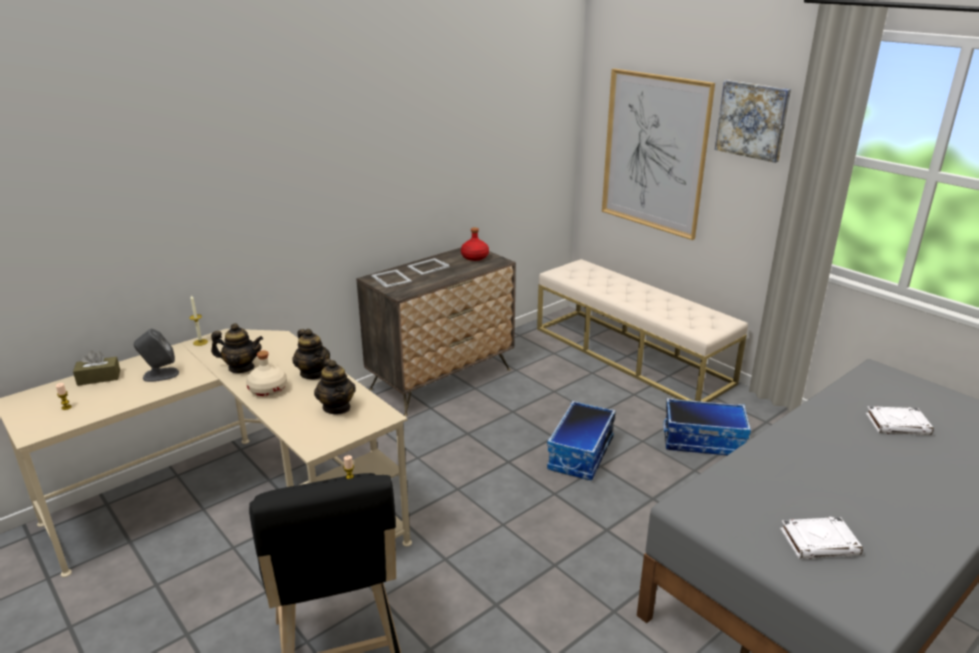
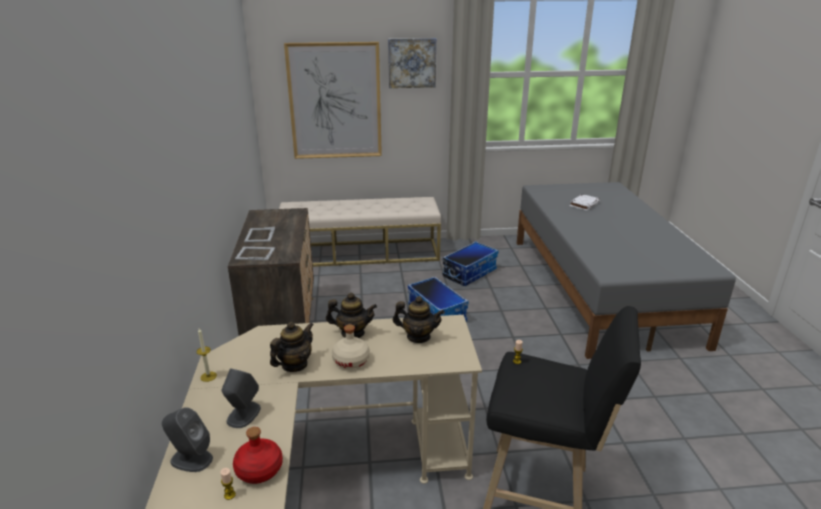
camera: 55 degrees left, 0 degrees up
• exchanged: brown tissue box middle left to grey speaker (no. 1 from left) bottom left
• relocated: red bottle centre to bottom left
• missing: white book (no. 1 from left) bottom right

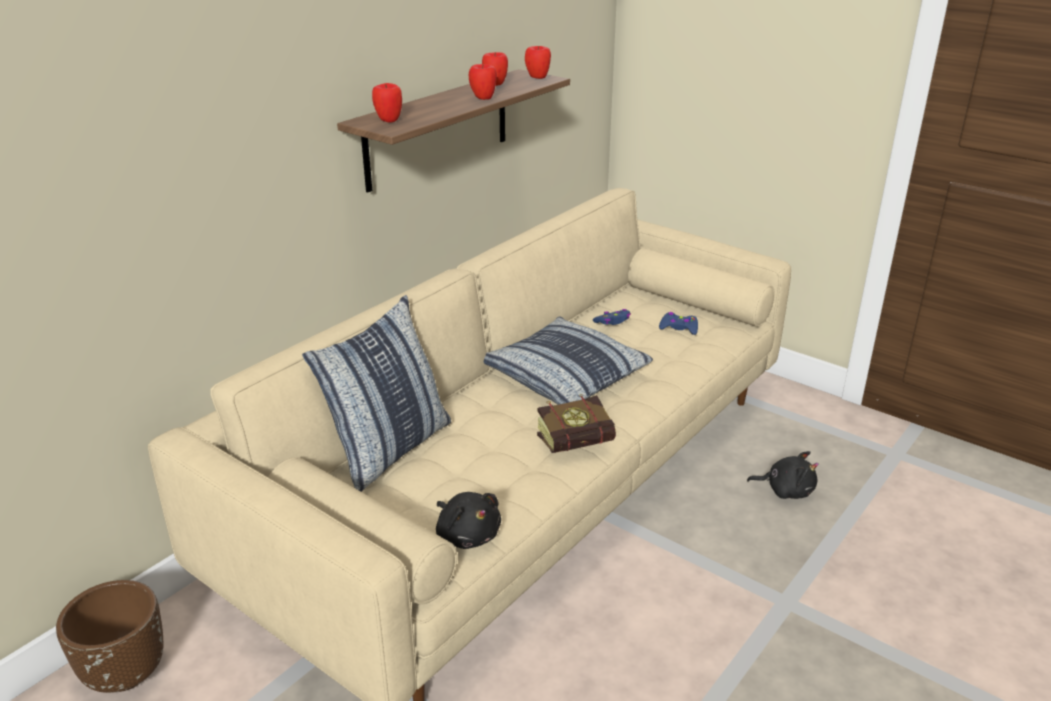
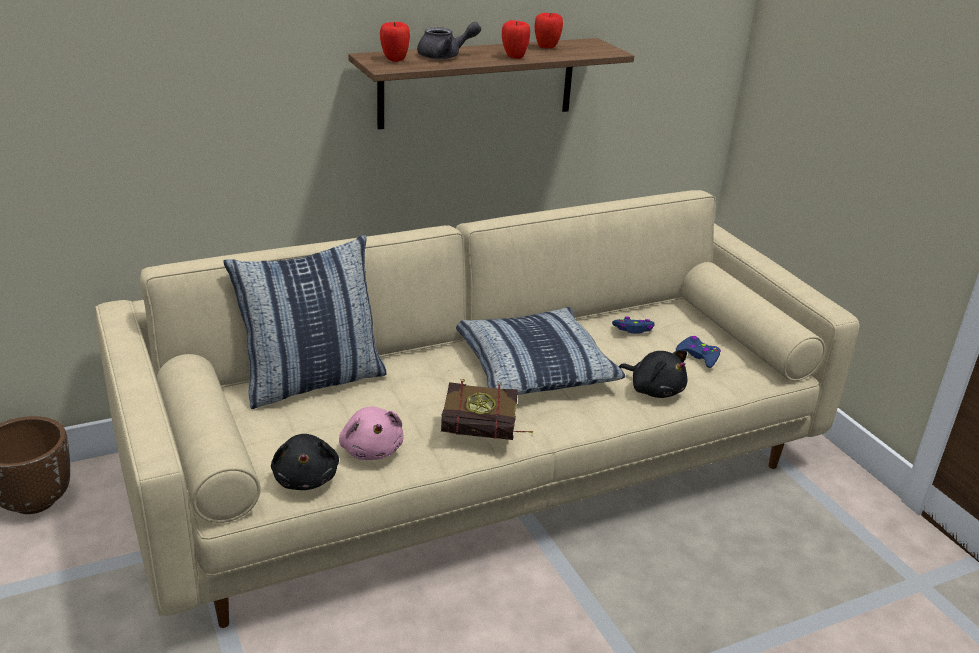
camera: 25 degrees right, 0 degrees up
• appeared: pink plush toy centre
• appeared: grey teapot top centre
• relocated: black plush toy (no. 2 from left) bottom right to middle right
• missing: apple (no. 4 from left) top centre

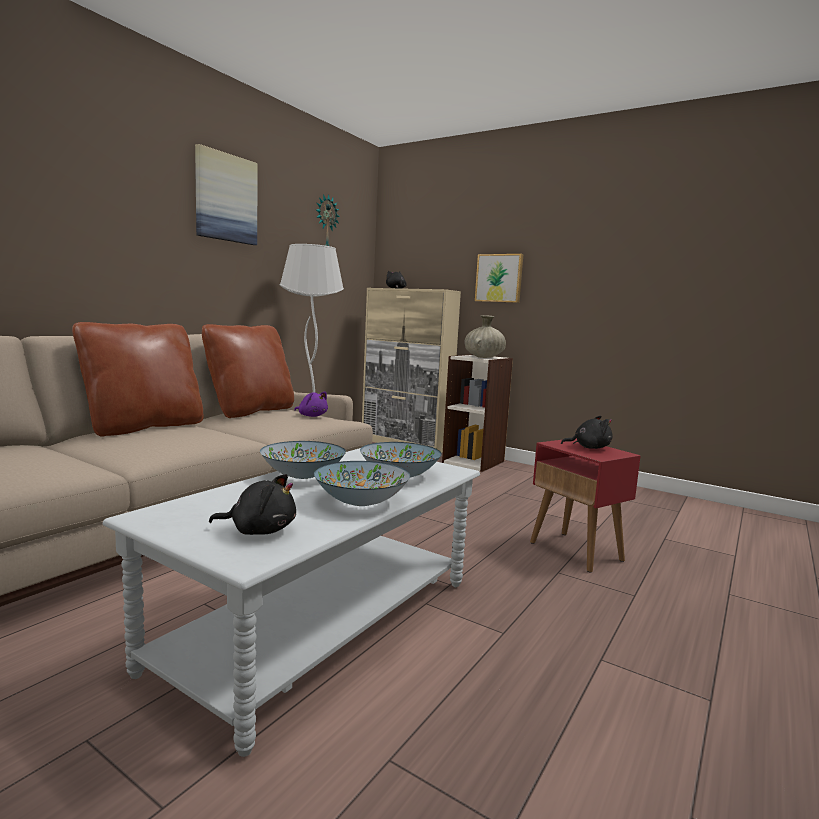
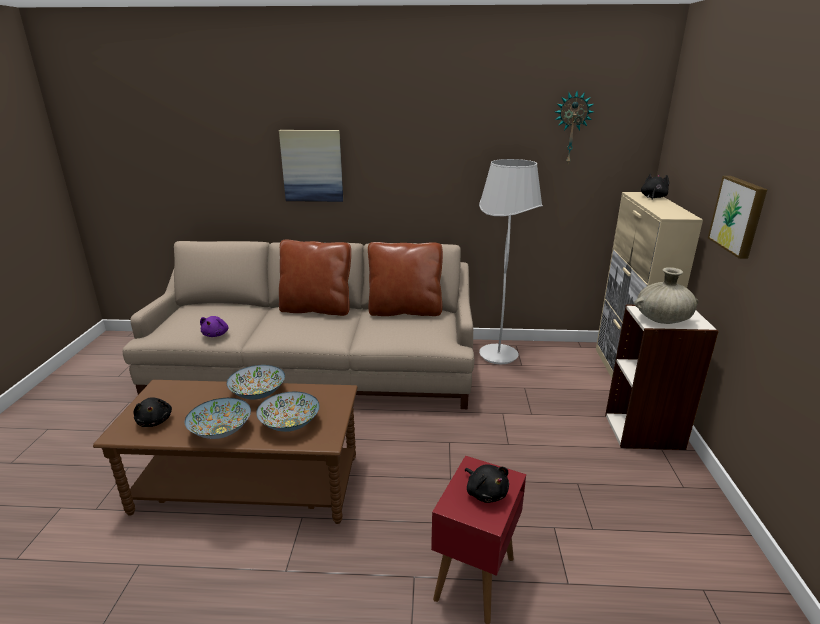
camera: 60 degrees right, 15 degrees up
• colour: grey coffee table bottom centre to brown coffee table bottom left
• relocated: purple plush toy centre to middle left
• relocated: picture (no. 1 from left) top left to top centre

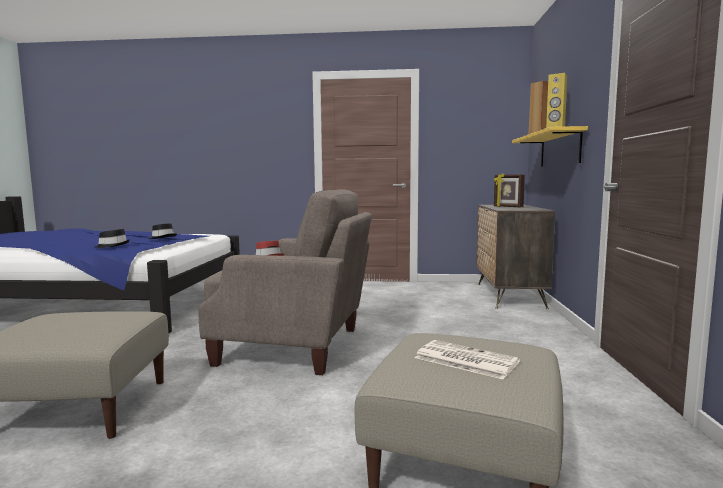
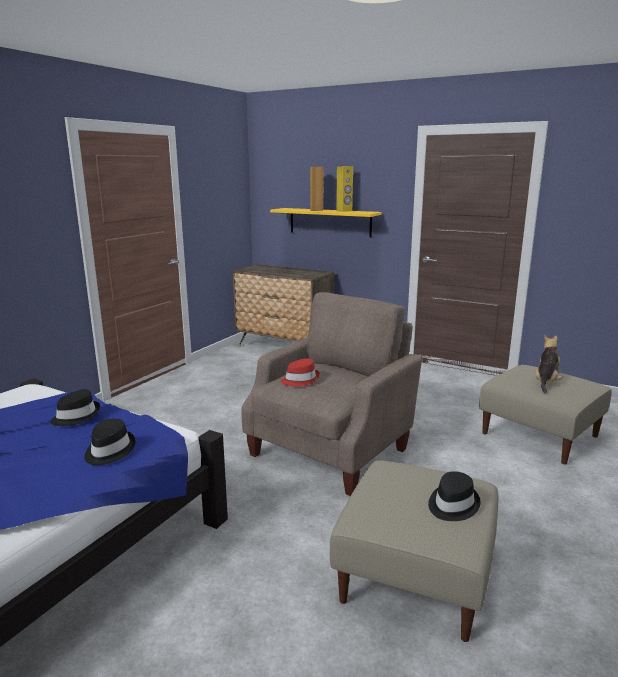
camera: 65 degrees left, 10 degrees up
• appeared: black hat (no. 3 from left) bottom right
• exchanged: newspaper bottom centre to plush toy middle right
• missing: picture frame middle right

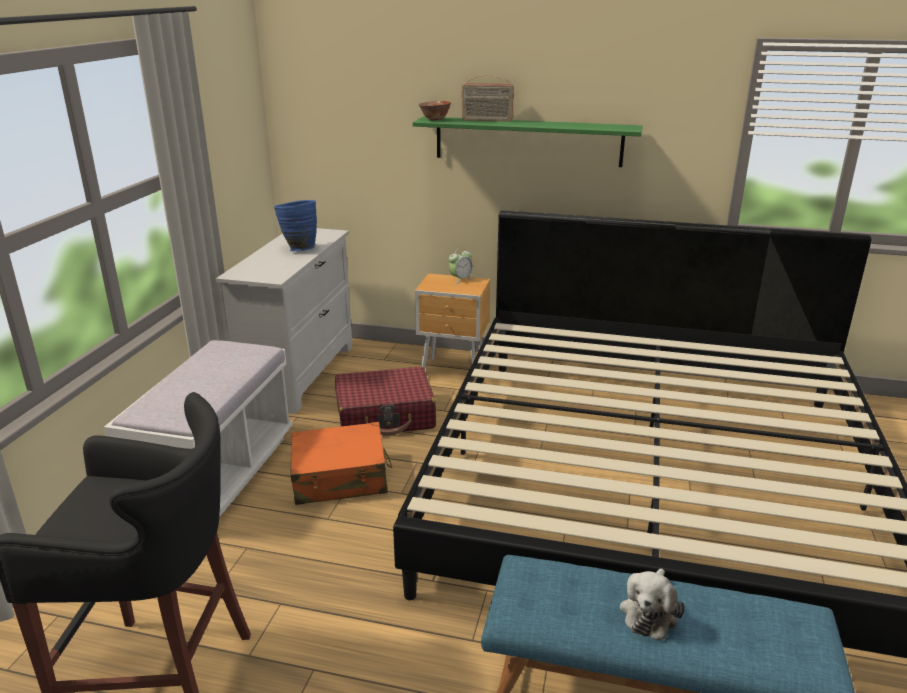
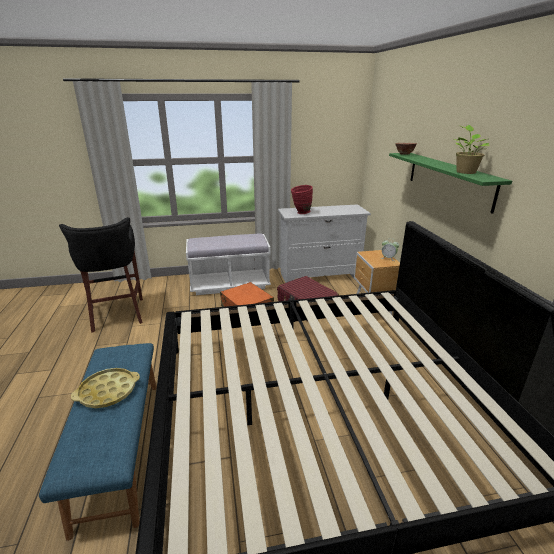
camera: 65 degrees right, 0 degrees up
• exchanged: plush toy bottom right to yellow tray bottom left
• appeared: red vase centre
• appeared: potted plant top right
• missing: blue vase top left
• missing: radio top centre

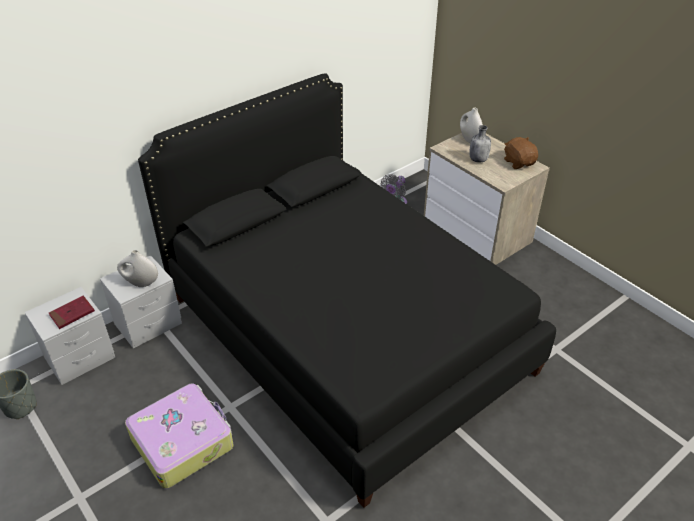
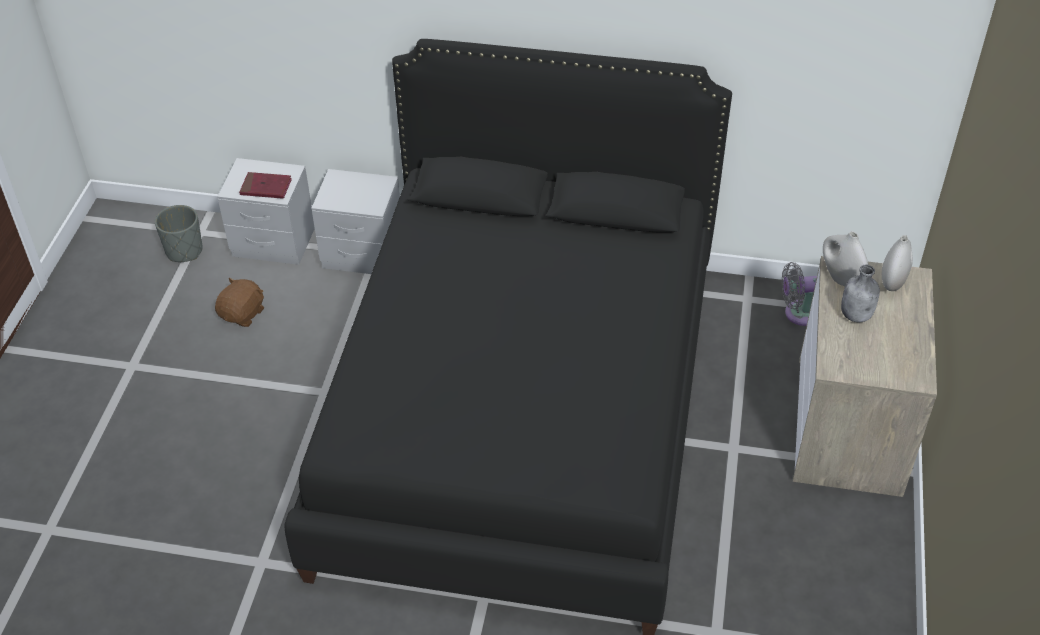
camera: 50 degrees right, 5 degrees up
• relocated: brown plush toy top right to middle left
• relocated: white vase (no. 1 from left) middle left to middle right
• missing: suitcase bottom left

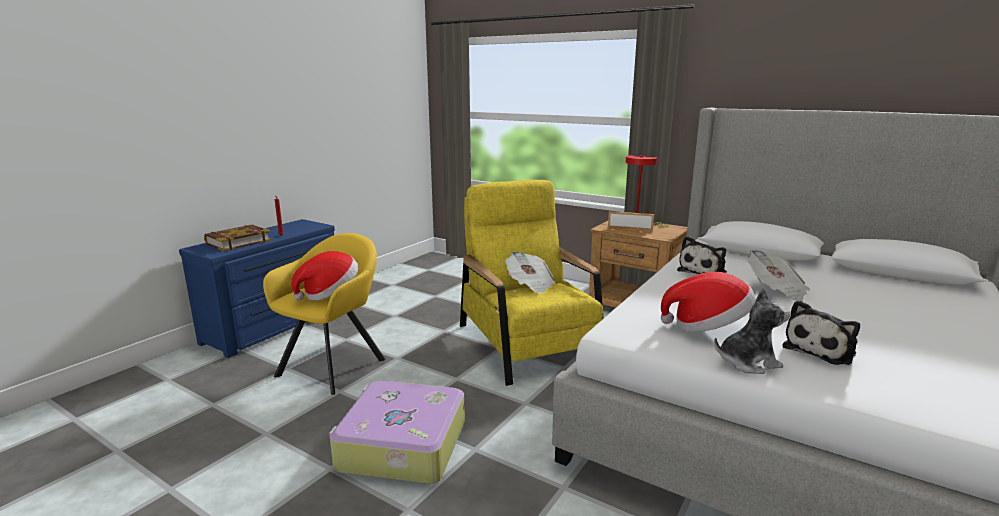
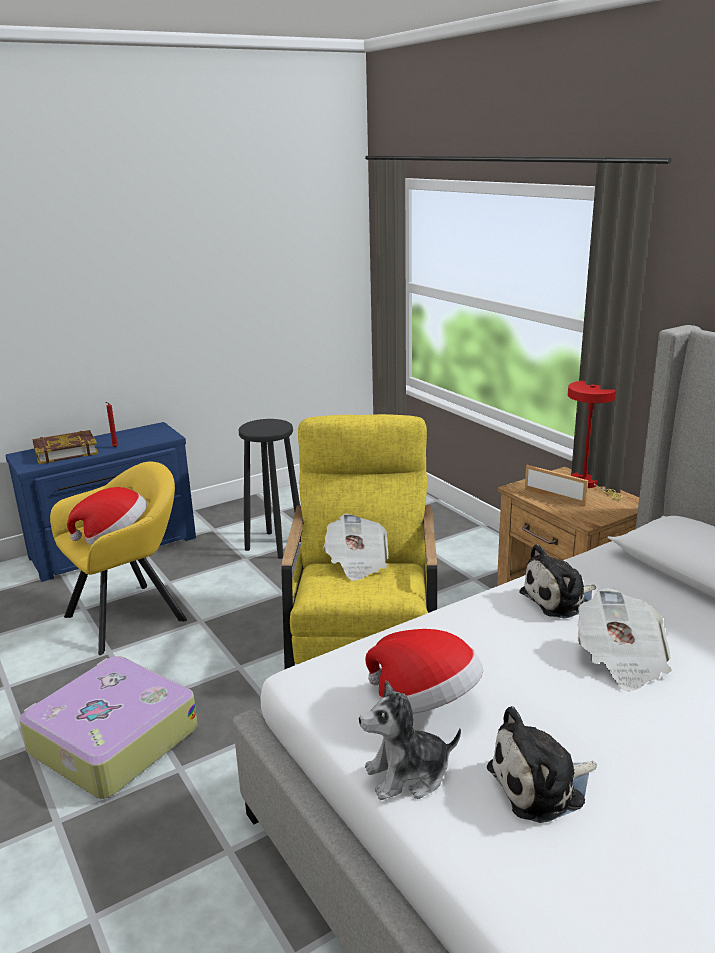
camera: 25 degrees right, 5 degrees up
• appeared: black stool centre
• spun: plush toy (no. 2 from left in the first image) middle right = bottom centre 150 degrees clockwise

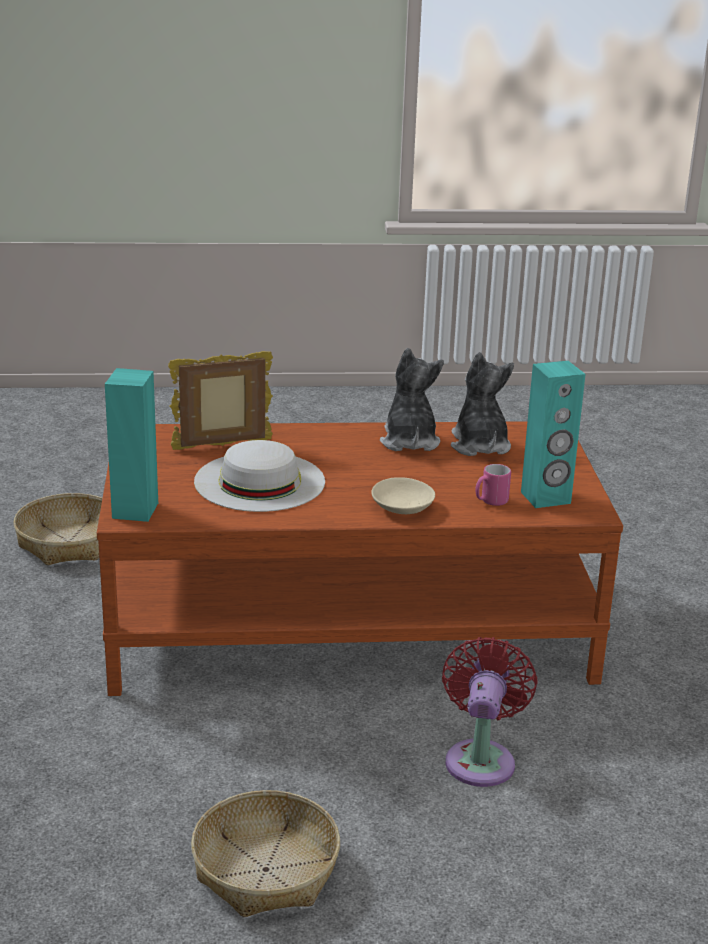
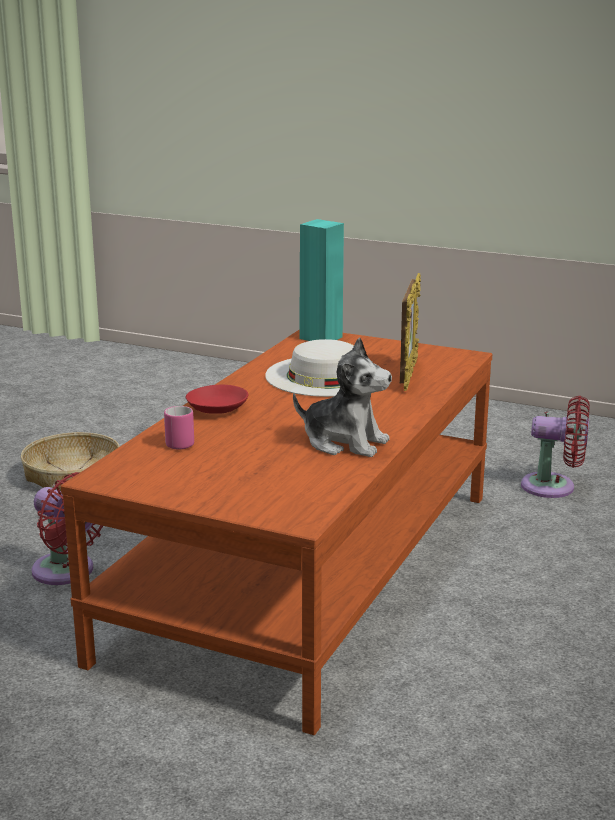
camera: 120 degrees right, 5 degrees down
• colour: beige bowl centre to red bowl centre
• exchanged: basket (no. 1 from left) middle left to red fan (no. 2 from left) middle right
• missing: plush toy (no. 2 from left) middle right
• missing: turquoise speaker (no. 2 from left) middle right

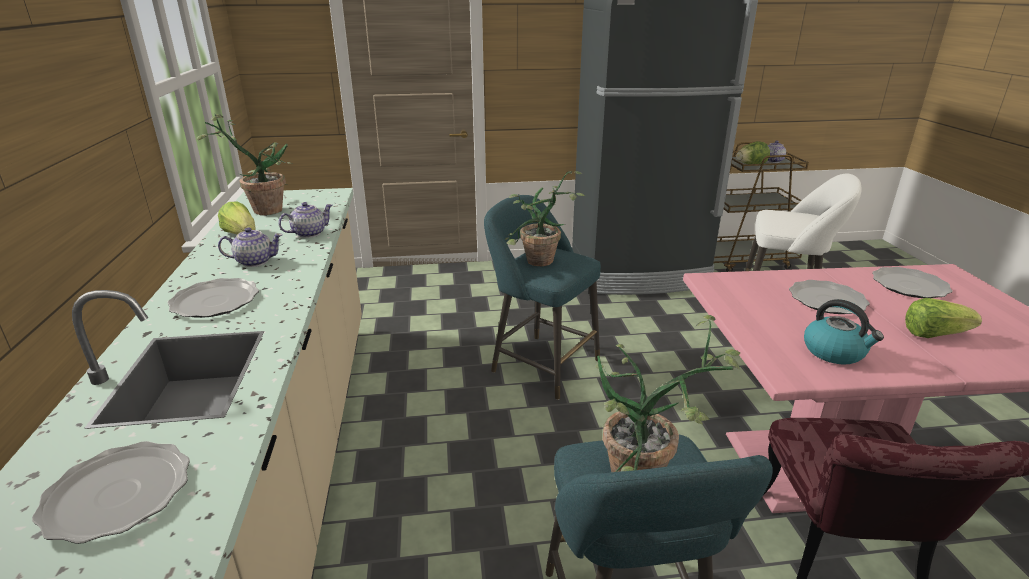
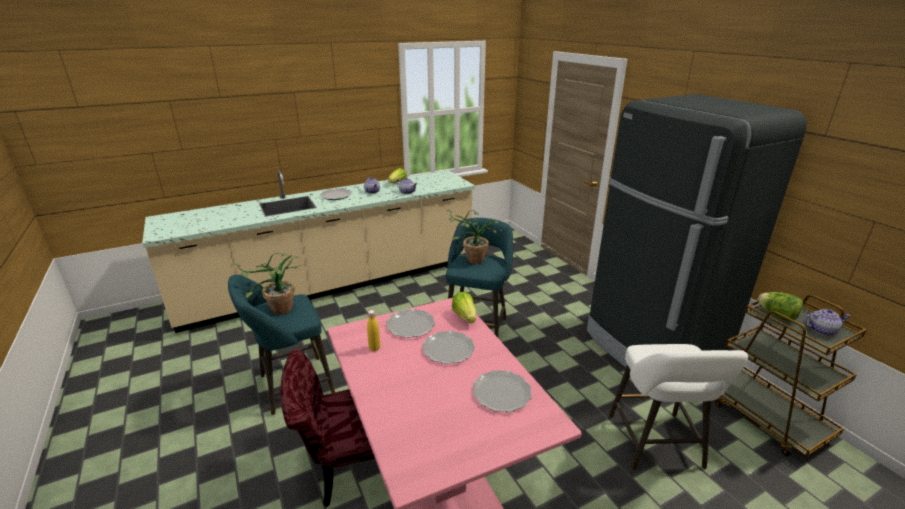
camera: 70 degrees right, 0 degrees up
• exchanged: kettle middle right to yellow bottle centre
• relocated: plate (no. 1 from left in the first image) bottom left to plate (no. 2 from left) centre
• relocated: lettuce (no. 3 from left in the first image) middle right to lettuce (no. 2 from left) centre
• missing: potted plant (no. 1 from left) top left

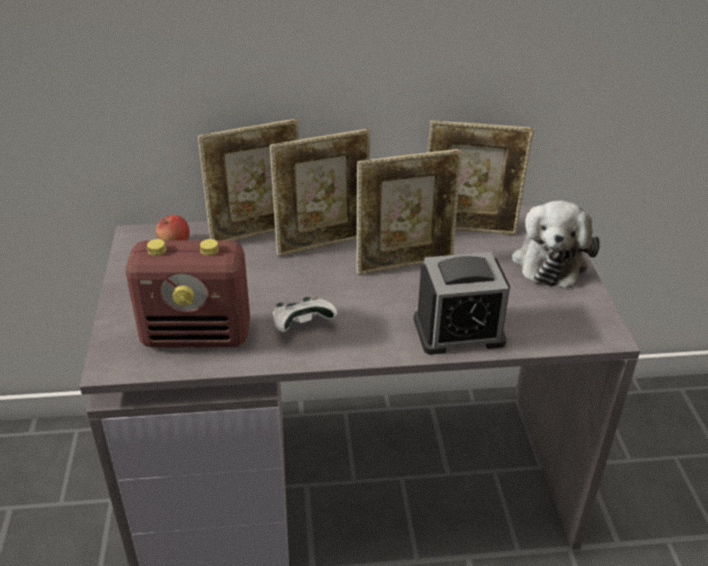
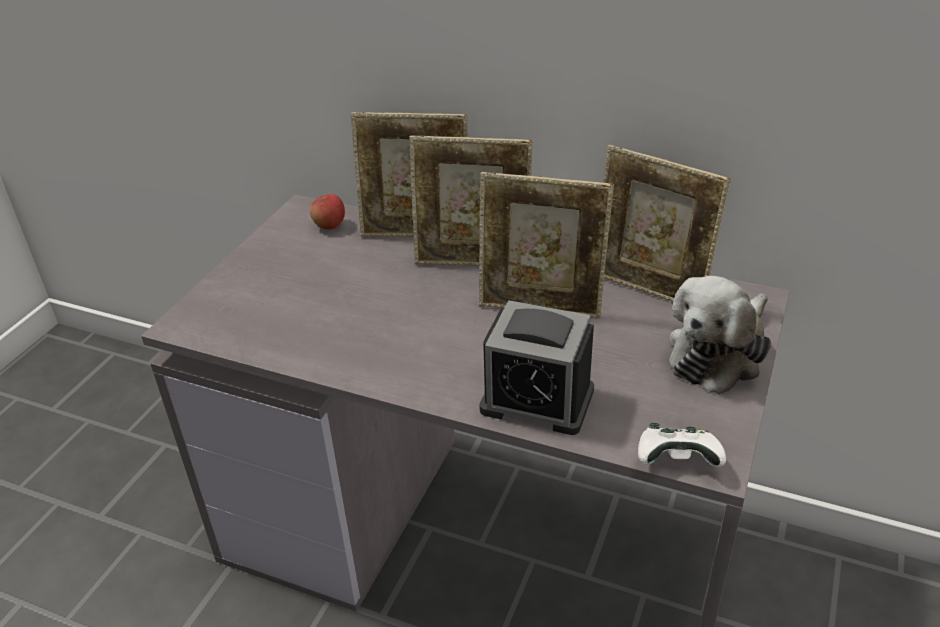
camera: 30 degrees right, 0 degrees up
• relocated: white game controller centre to bottom right
• missing: radio middle left

